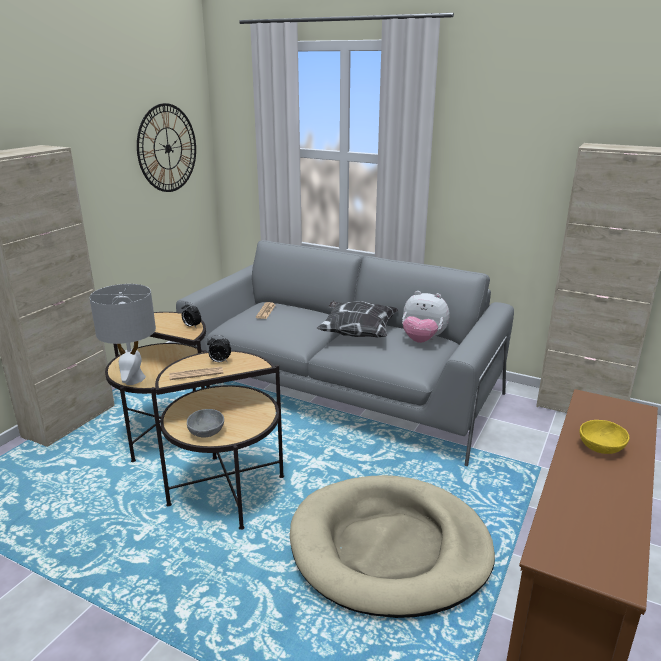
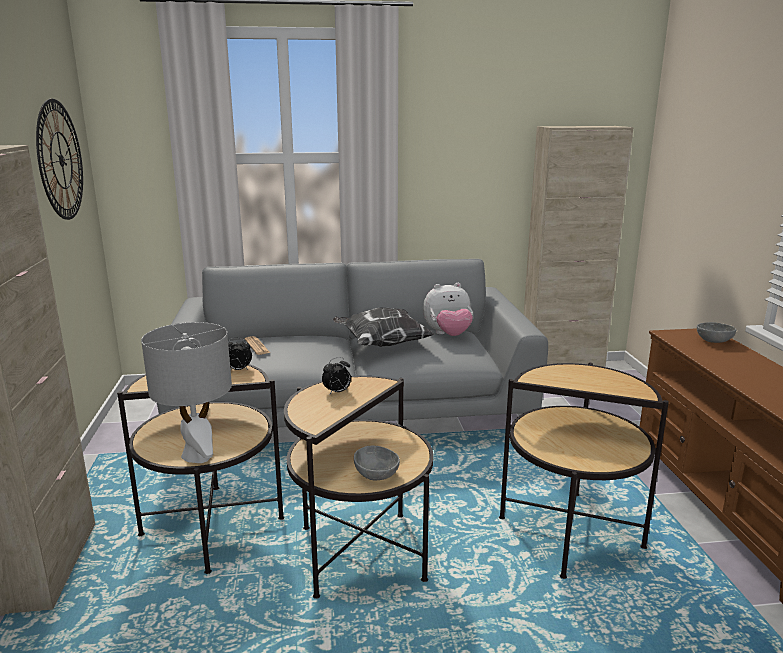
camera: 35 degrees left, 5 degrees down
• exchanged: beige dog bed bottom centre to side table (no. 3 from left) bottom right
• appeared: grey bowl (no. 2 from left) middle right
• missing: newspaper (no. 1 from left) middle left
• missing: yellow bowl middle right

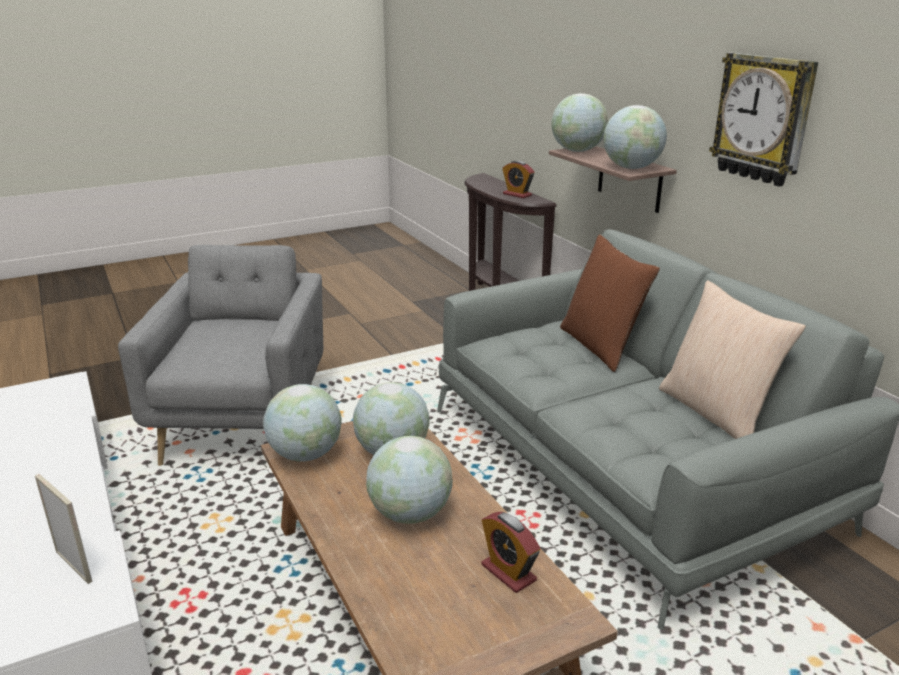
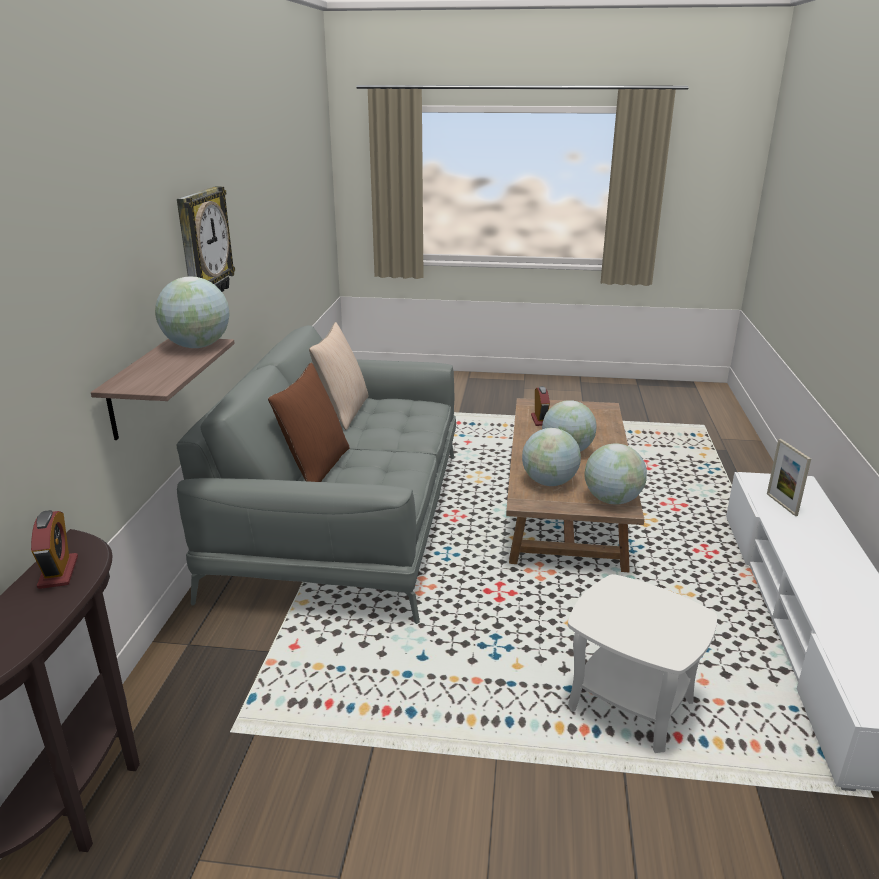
camera: 145 degrees left, 0 degrees up
• exchanged: grey armchair middle left to white side table bottom right
• missing: globe (no. 4 from left) top centre

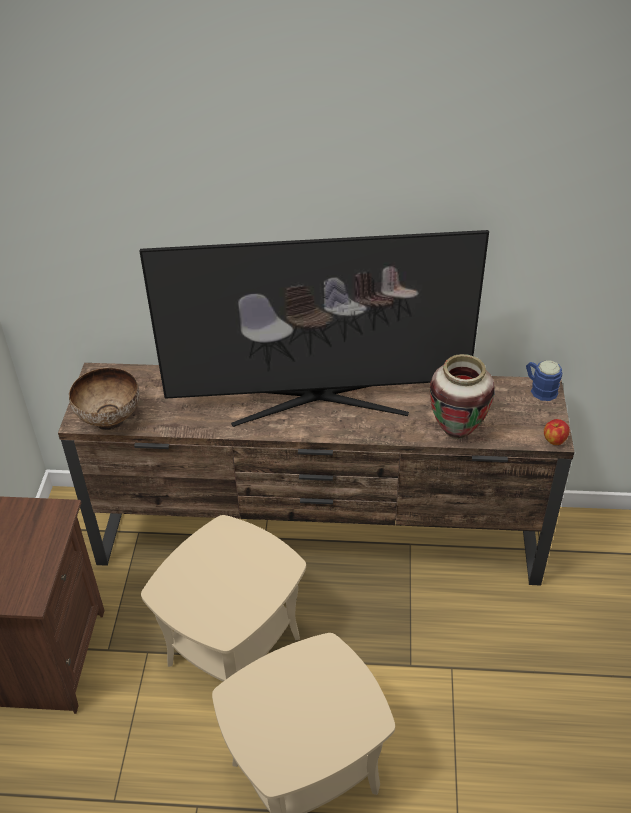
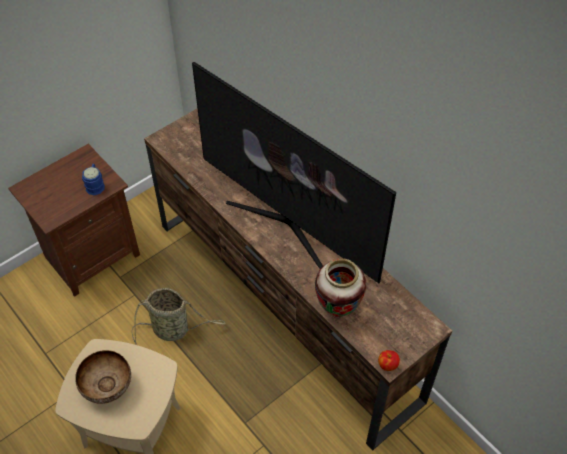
camera: 45 degrees right, 10 degrees up
• relocated: bowl middle left to bottom left
• relocated: blue mug middle right to middle left
• exchanged: beige side table (no. 1 from left) bottom centre to basket bottom left

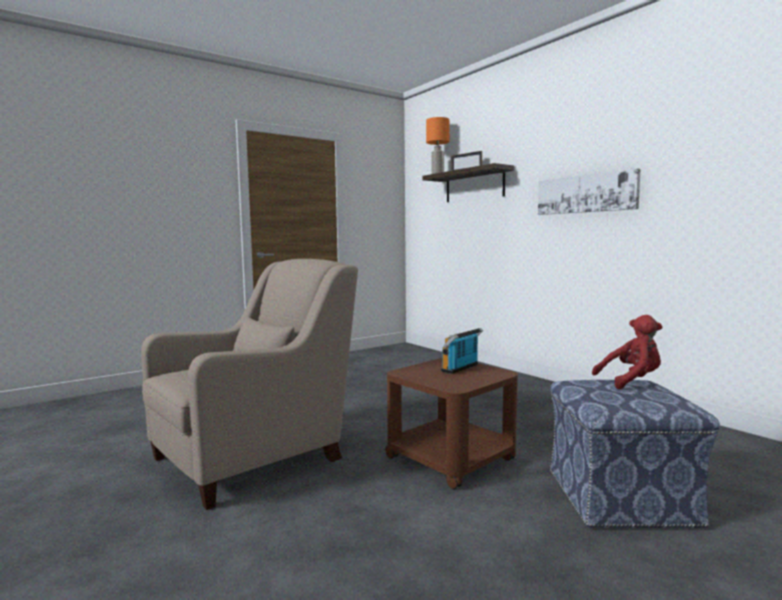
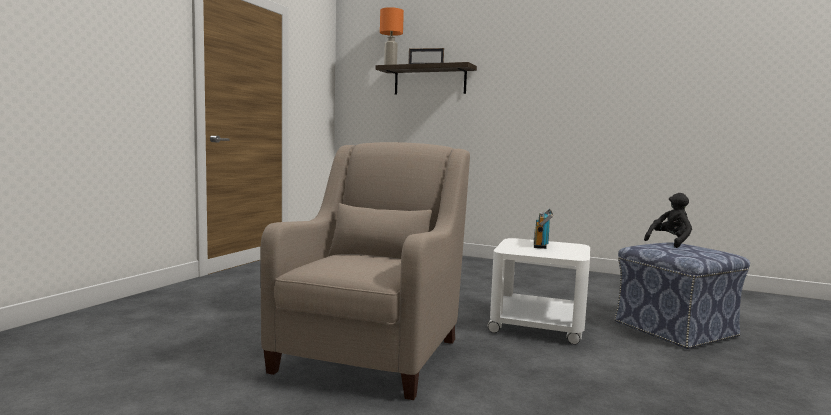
camera: 30 degrees left, 0 degrees up
• colour: brown side table bottom centre to white side table bottom centre
• colour: red plush toy middle right to black plush toy middle right
• missing: picture top right

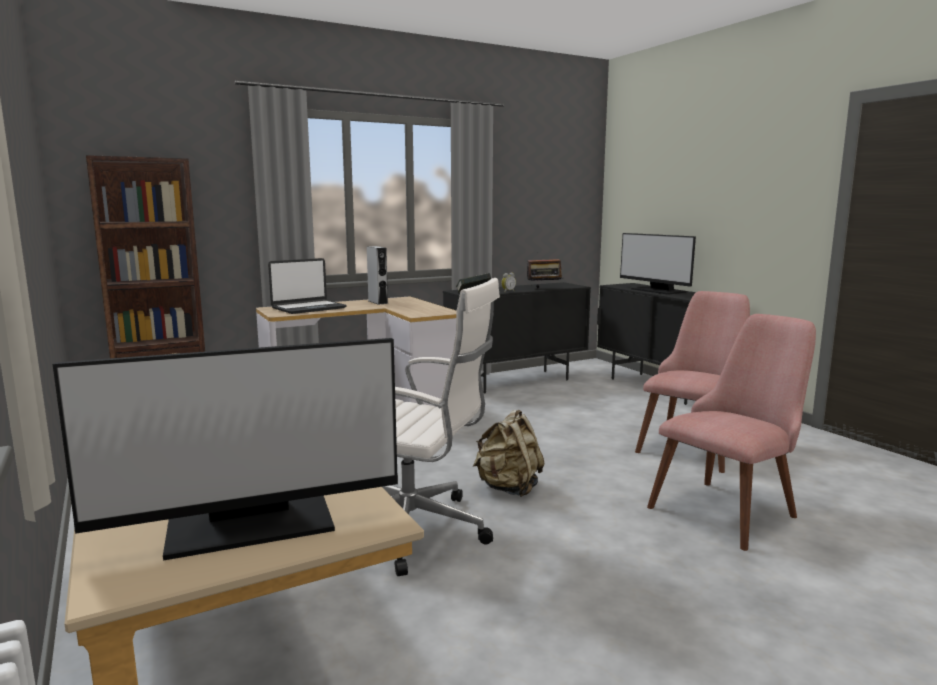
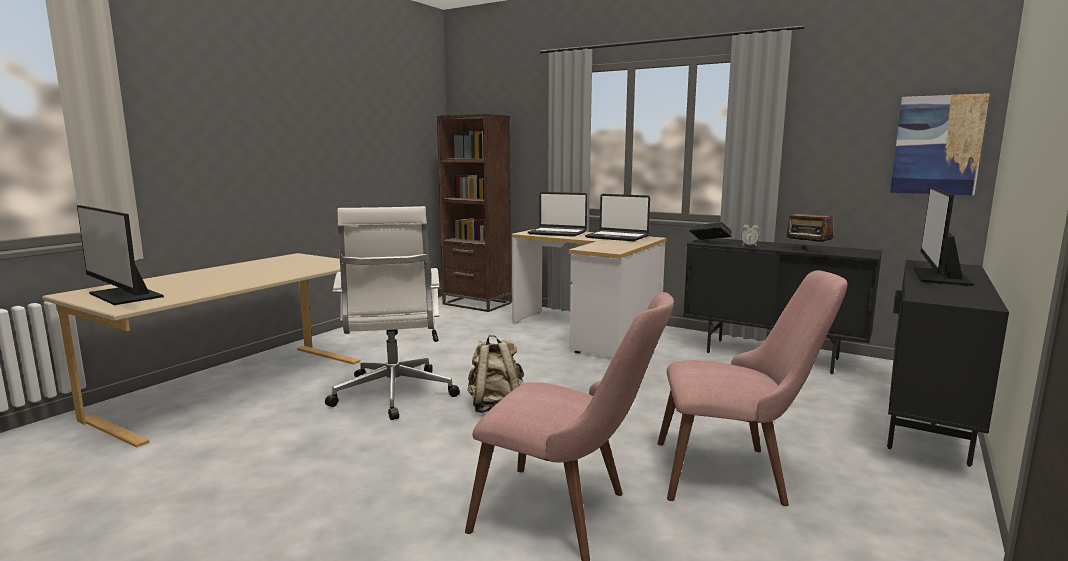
camera: 60 degrees right, 0 degrees up
• exchanged: grey speaker centre to laptop (no. 2 from left) centre
• appeared: picture top right

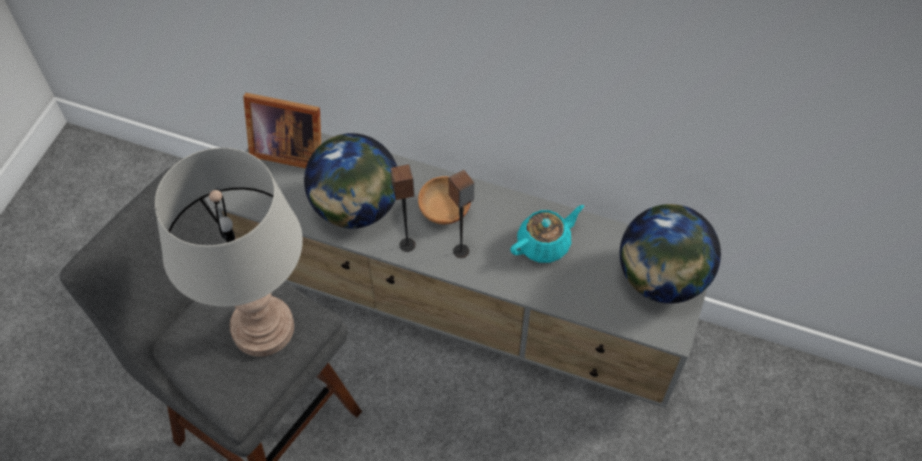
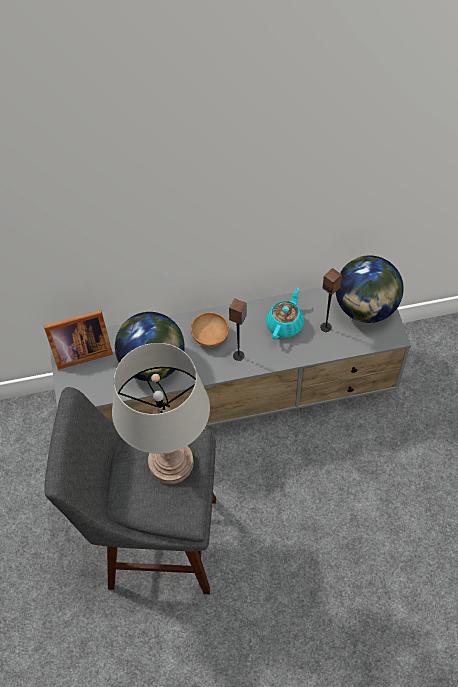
camera: 30 degrees left, 0 degrees up
• relocated: speaker (no. 1 from left in the first image) centre to speaker (no. 2 from left) middle right

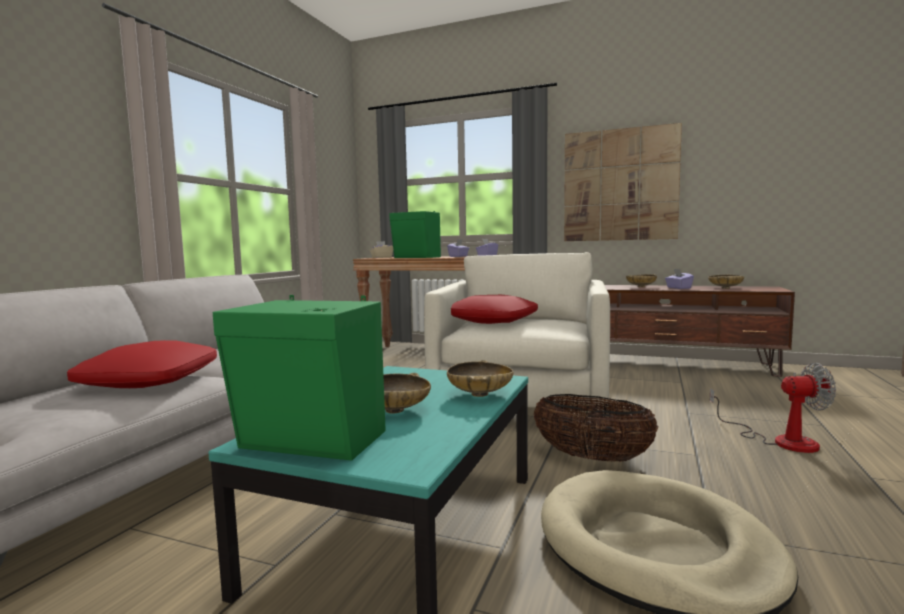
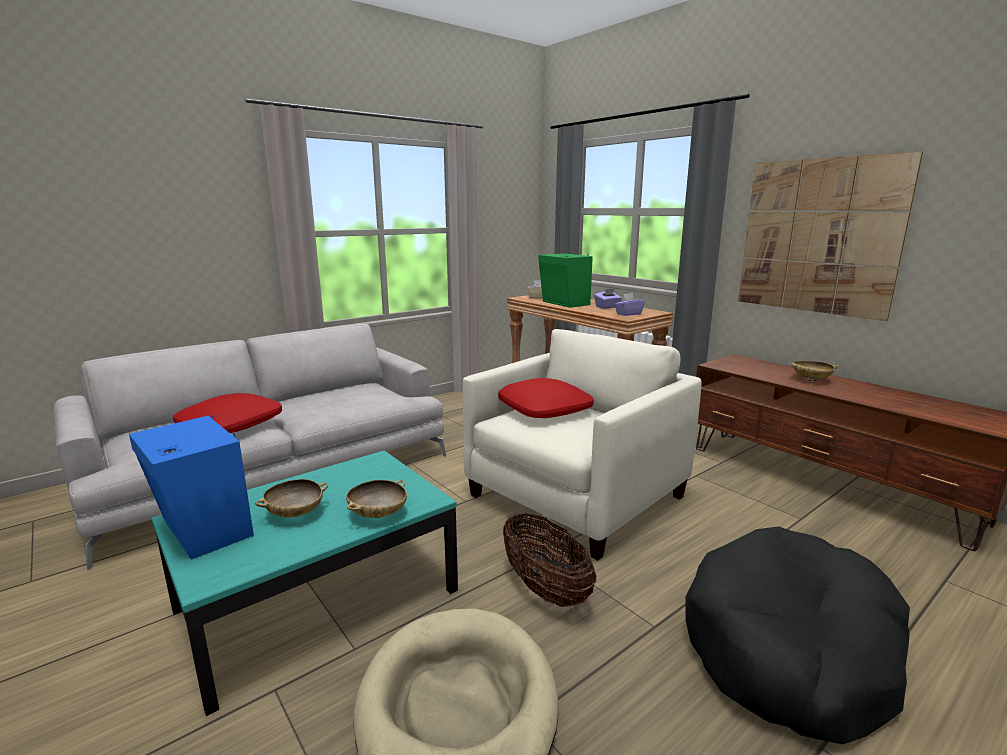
camera: 30 degrees right, 10 degrees up
• colour: green speaker (no. 1 from left) middle left to blue speaker middle left
• exchanged: fan middle right to black dog bed bottom right
• missing: purple tissue box (no. 3 from left) middle right
• missing: beige bowl (no. 4 from left) middle right

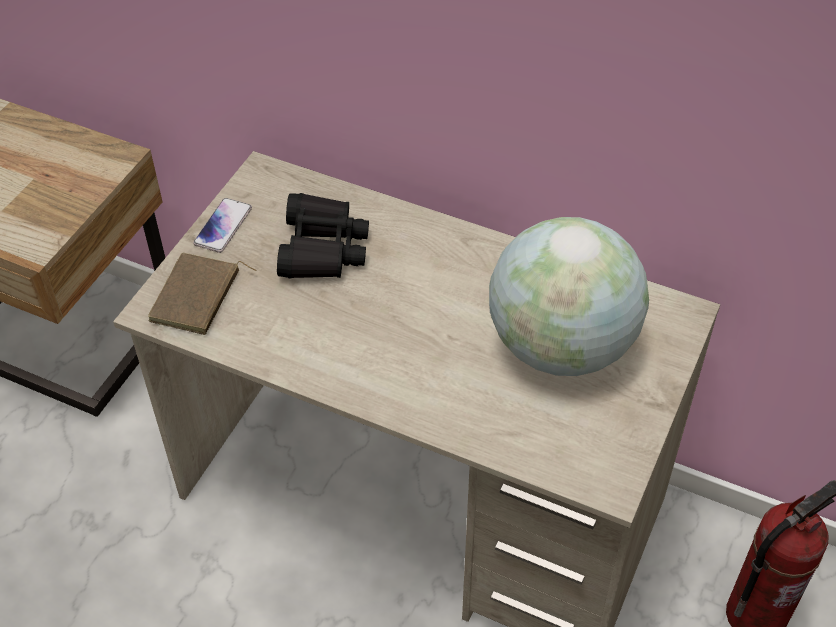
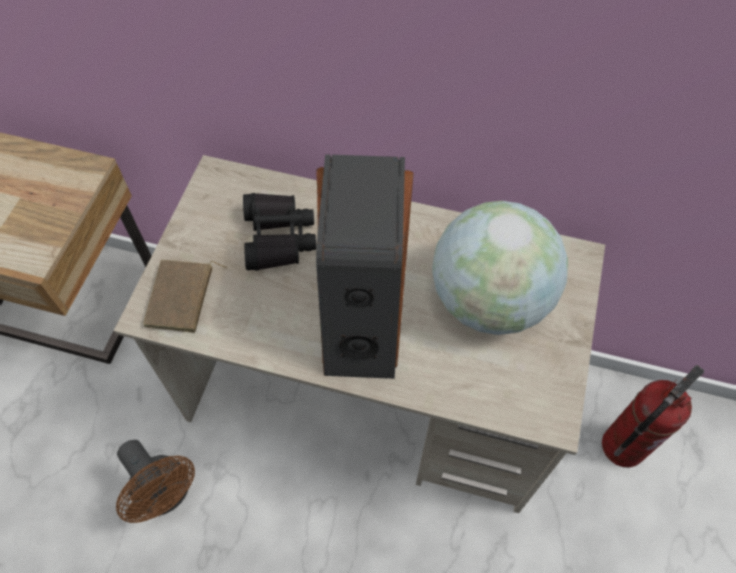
camera: 10 degrees left, 10 degrees up
• appeared: brown fan bottom left
• appeared: speaker centre
• missing: phone middle left

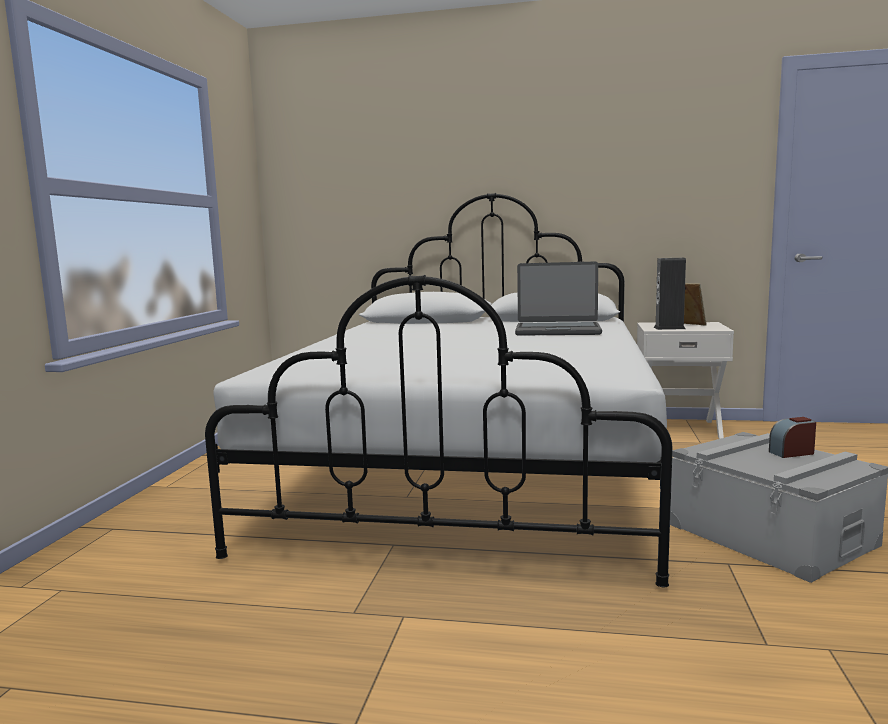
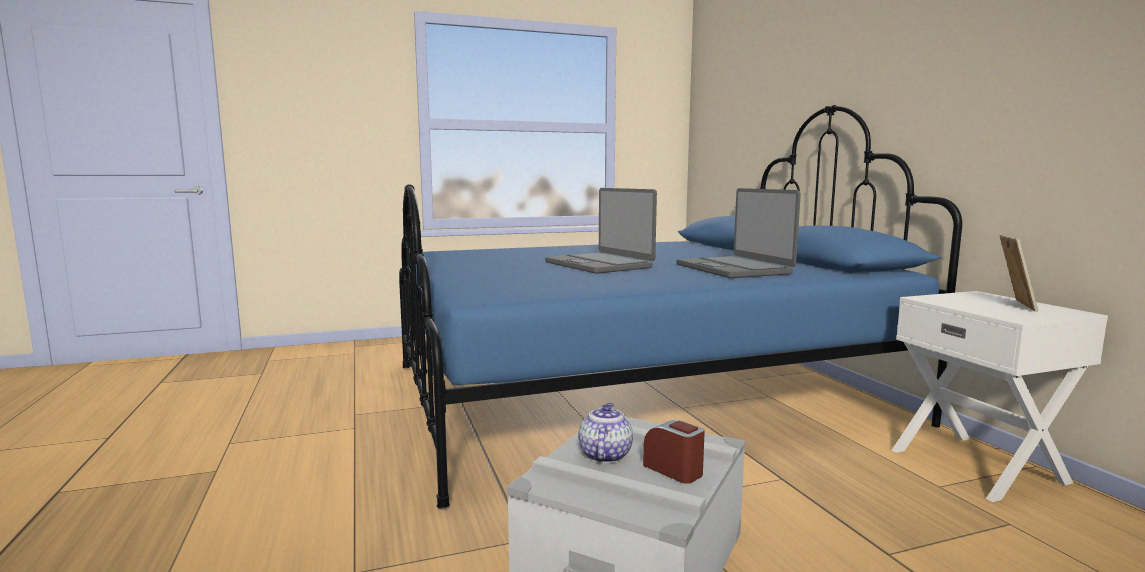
camera: 60 degrees right, 0 degrees up
• colour: white bed centre to blue bed centre
• appeared: laptop (no. 1 from left) centre
• appeared: teapot bottom centre
• missing: speaker middle right

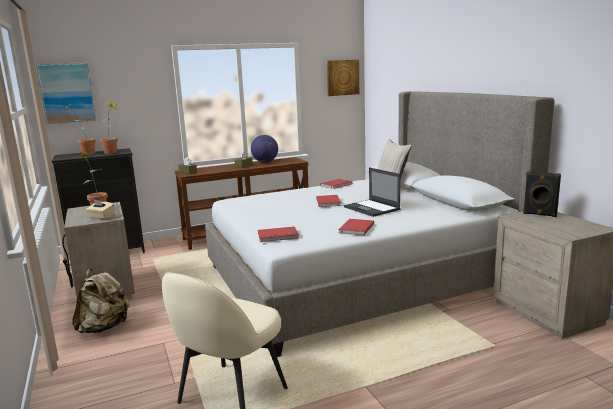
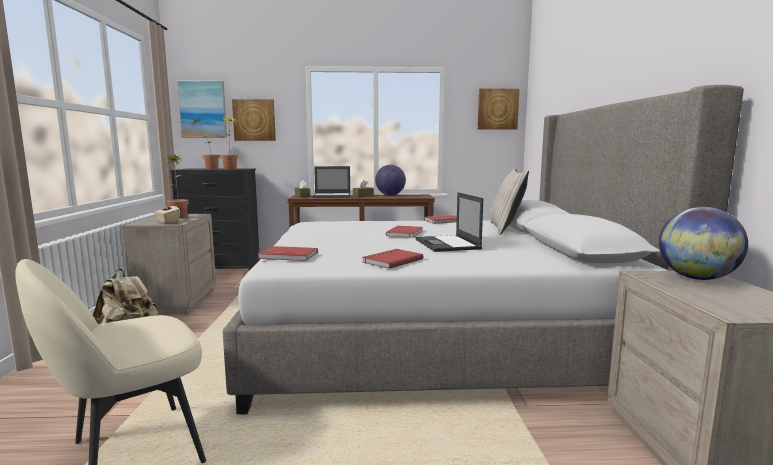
camera: 20 degrees right, 5 degrees down
• appeared: picture (no. 2 from left) top left
• appeared: laptop (no. 1 from left) centre
• exchanged: black speaker middle right to globe (no. 2 from left) middle right

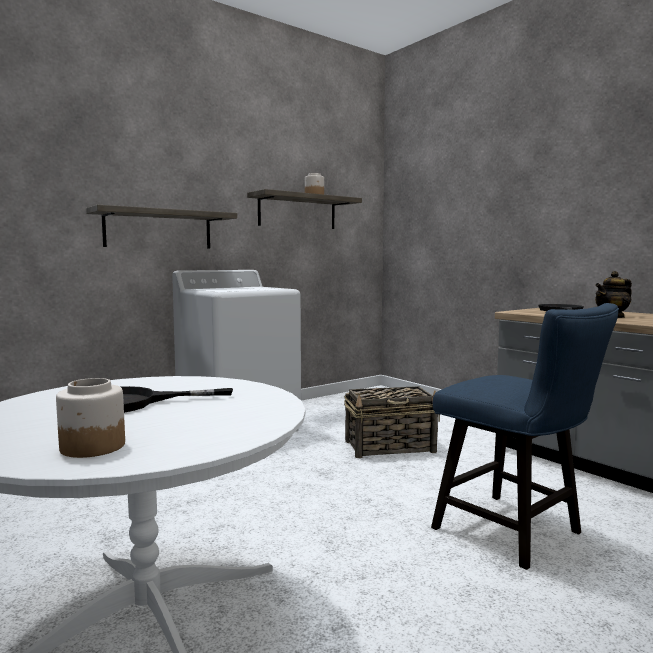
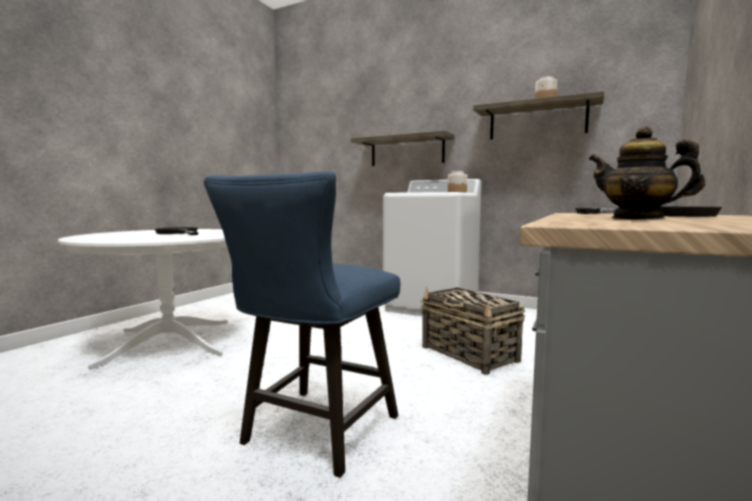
camera: 65 degrees right, 0 degrees up
• relocated: jar (no. 1 from left) middle left to centre

